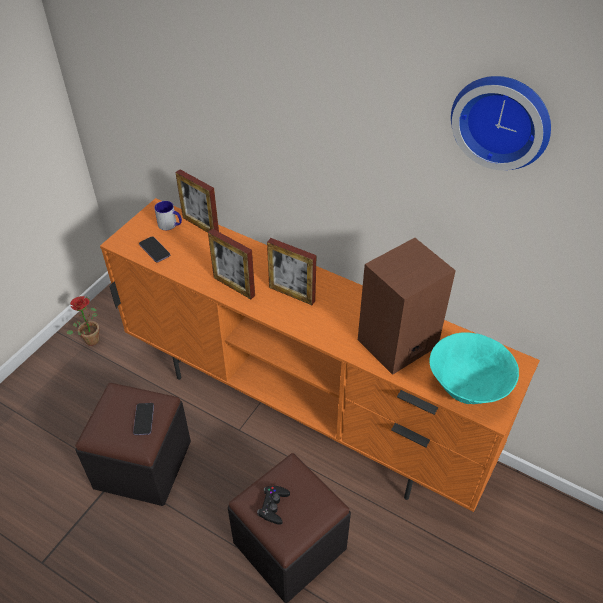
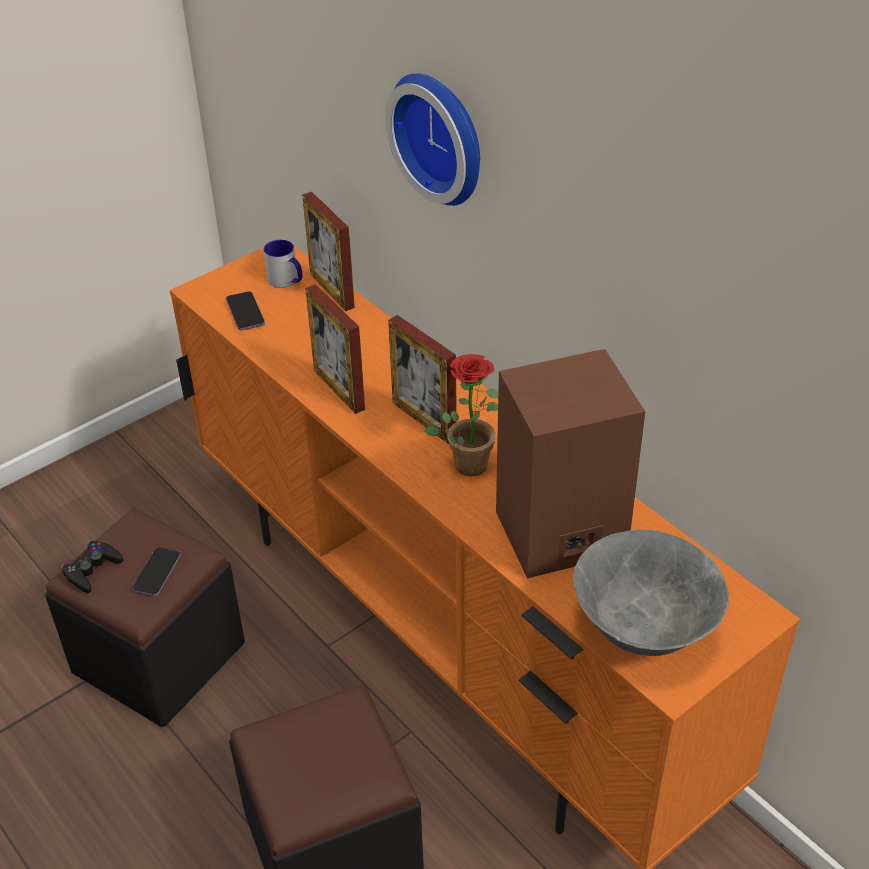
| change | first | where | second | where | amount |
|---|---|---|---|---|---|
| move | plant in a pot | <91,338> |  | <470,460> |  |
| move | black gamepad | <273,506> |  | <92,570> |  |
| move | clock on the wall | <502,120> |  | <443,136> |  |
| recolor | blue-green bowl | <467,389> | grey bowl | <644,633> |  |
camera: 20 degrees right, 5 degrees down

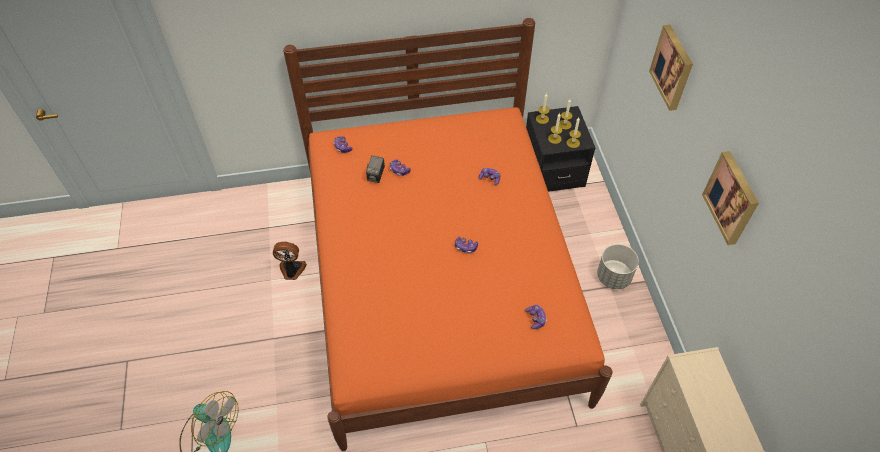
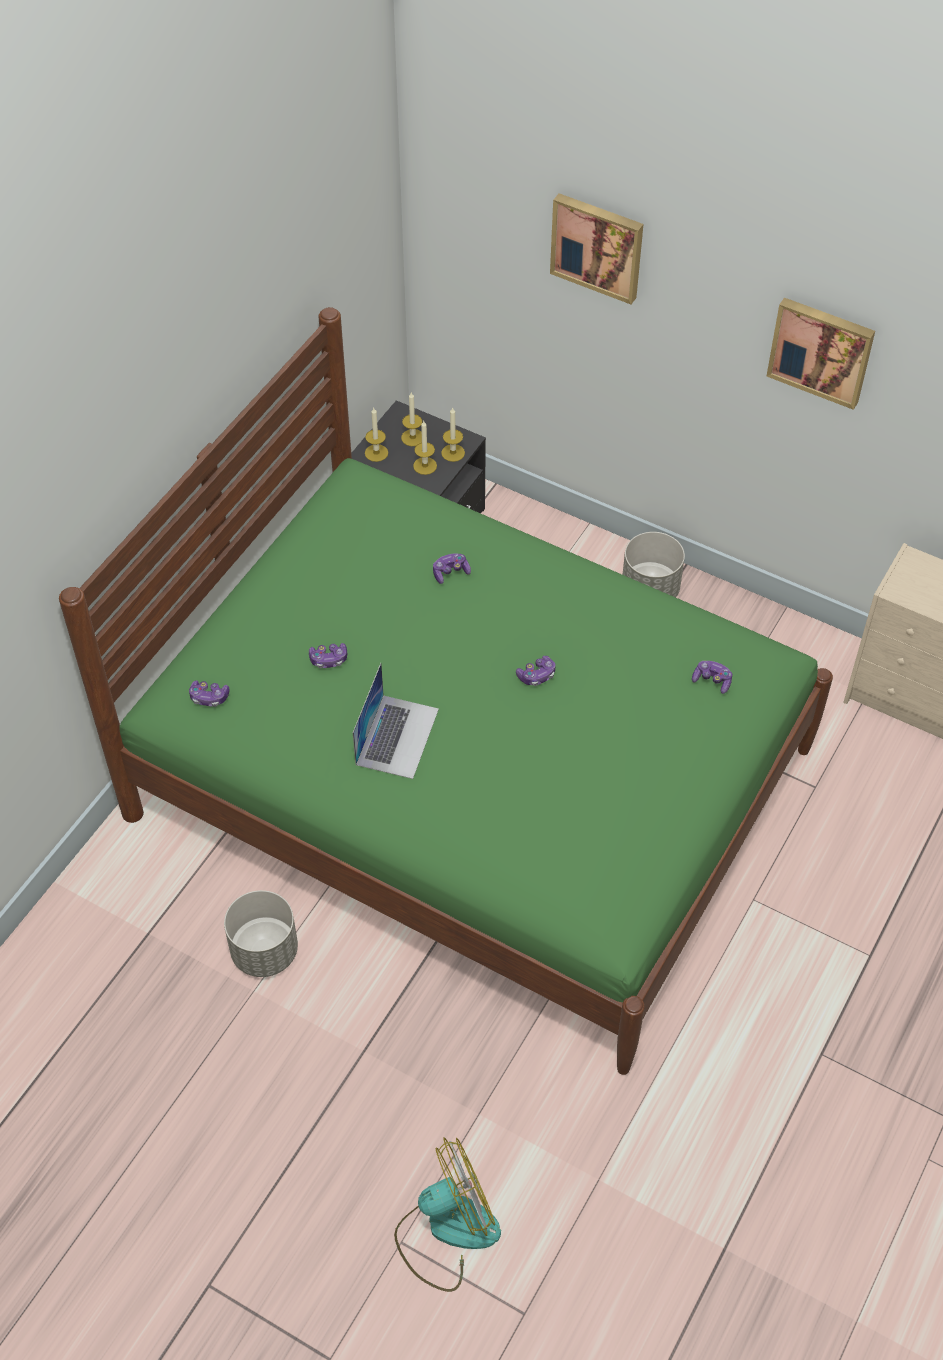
| change | first | where | second | where | amount |
|---|---|---|---|---|---|
| delete | still camera | <376,176> |  |  |  |
| insert |  |  | laptop | <397,736> |  |
| replace | fan | <292,270> | grey plant pot | <264,952> |  |
| recolor | orangey sleeping bed | <439,283> | greenish sleeping bed | <472,783> |  |
camera: 50 degrees left, 0 degrees up

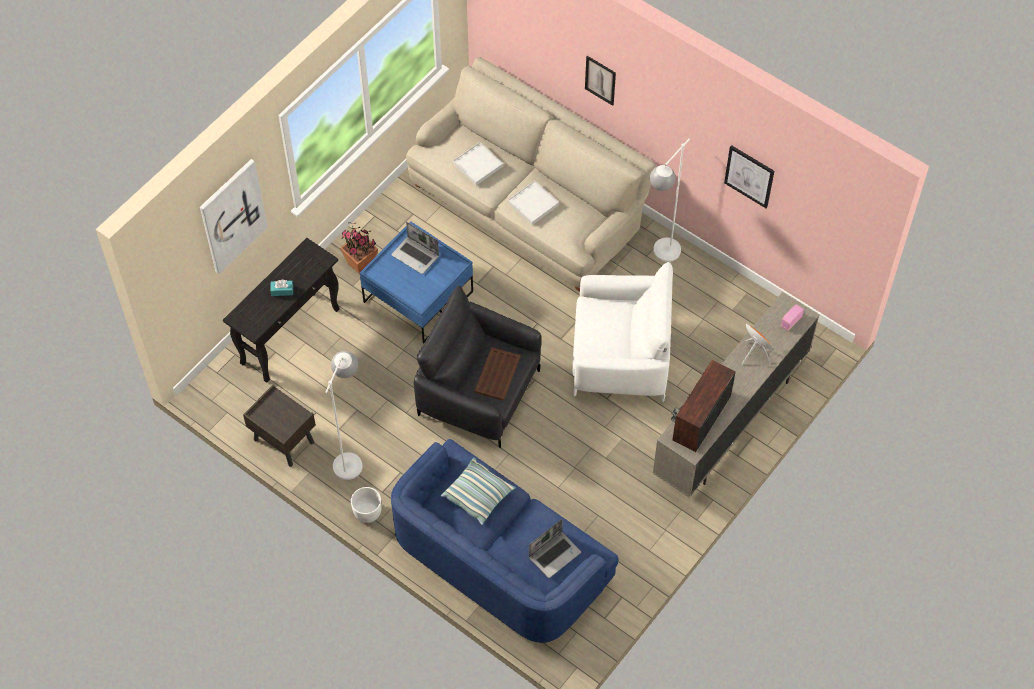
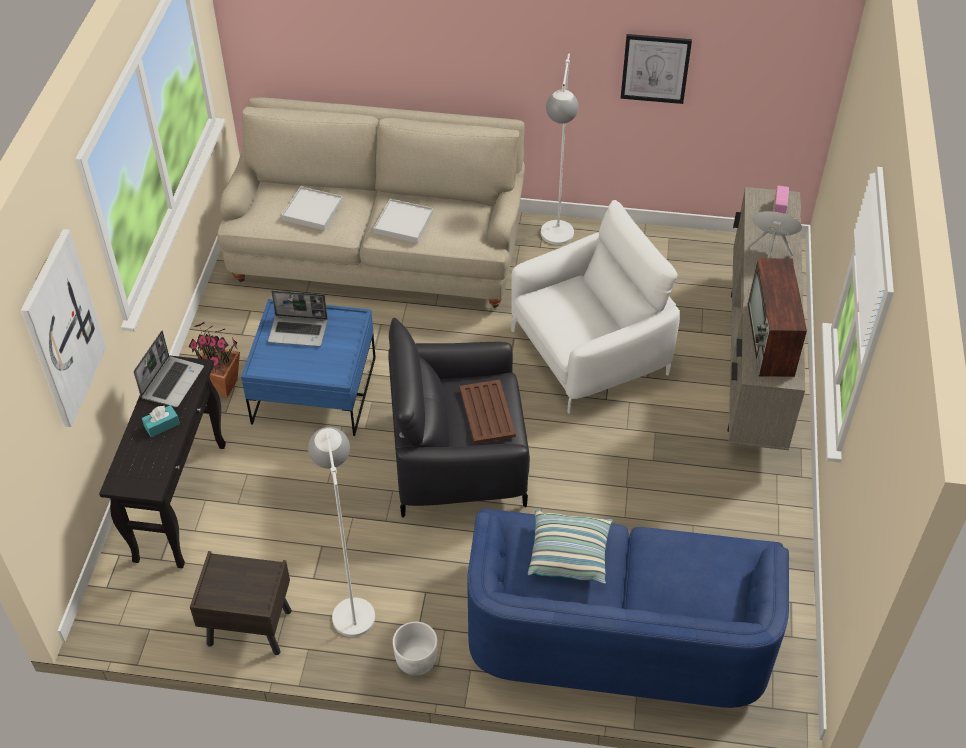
| change | first | where | second | where | amount |
|---|---|---|---|---|---|
| delete | wall art | <600,80> |  |  |  |
| move | laptop | <554,554> |  | <172,382> |  |
camera: 30 degrees left, 10 degrees down

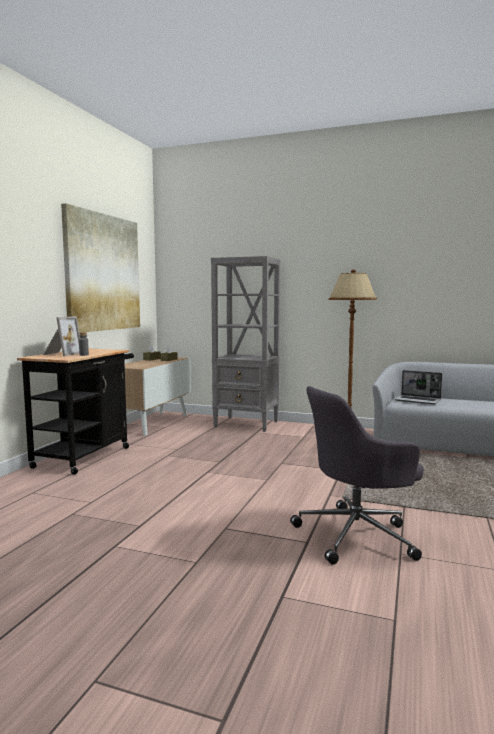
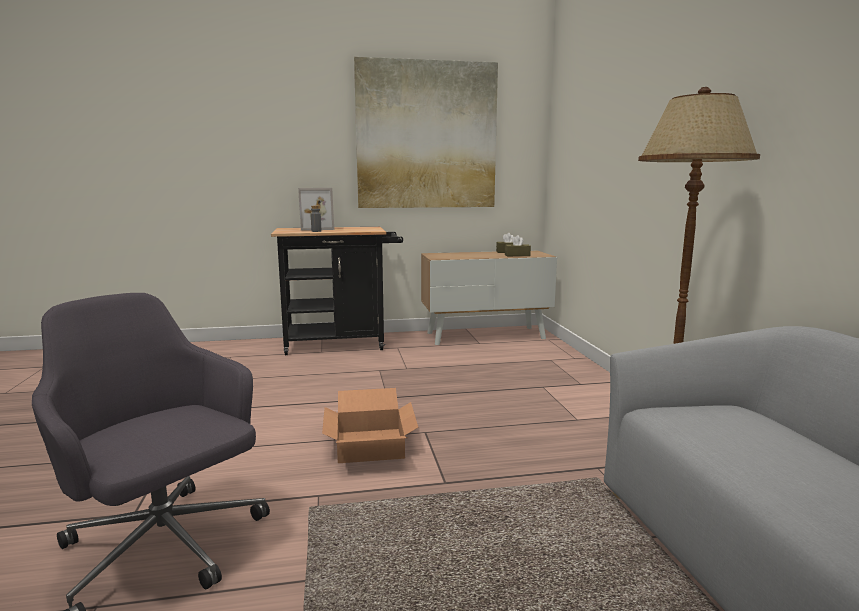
| change | first | where | second | where | amount |
|---|---|---|---|---|---|
| delete | grey bookcase | <247,424> |  |  |  |
| delete | laptop | <418,400> |  |  |  |
| insert |  |  | carton | <371,445> |  |
camera: 60 degrees right, 5 degrees up

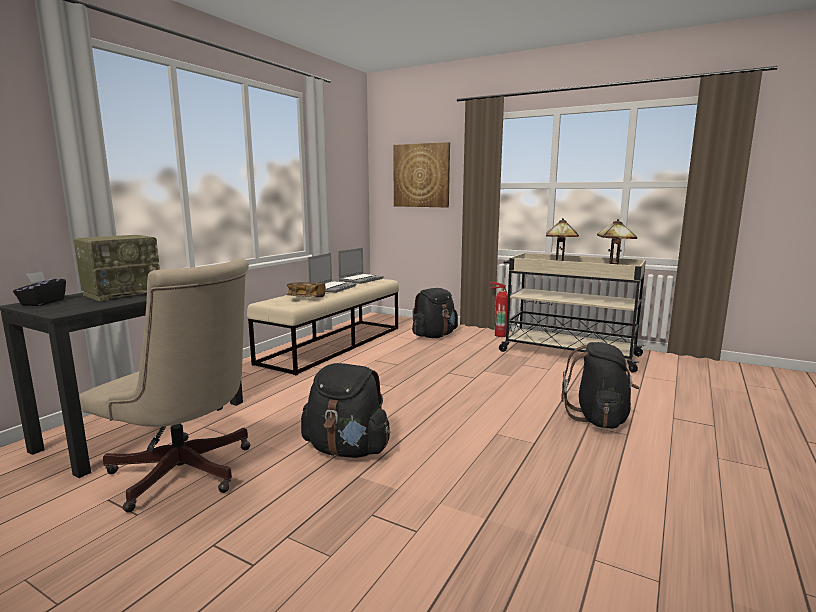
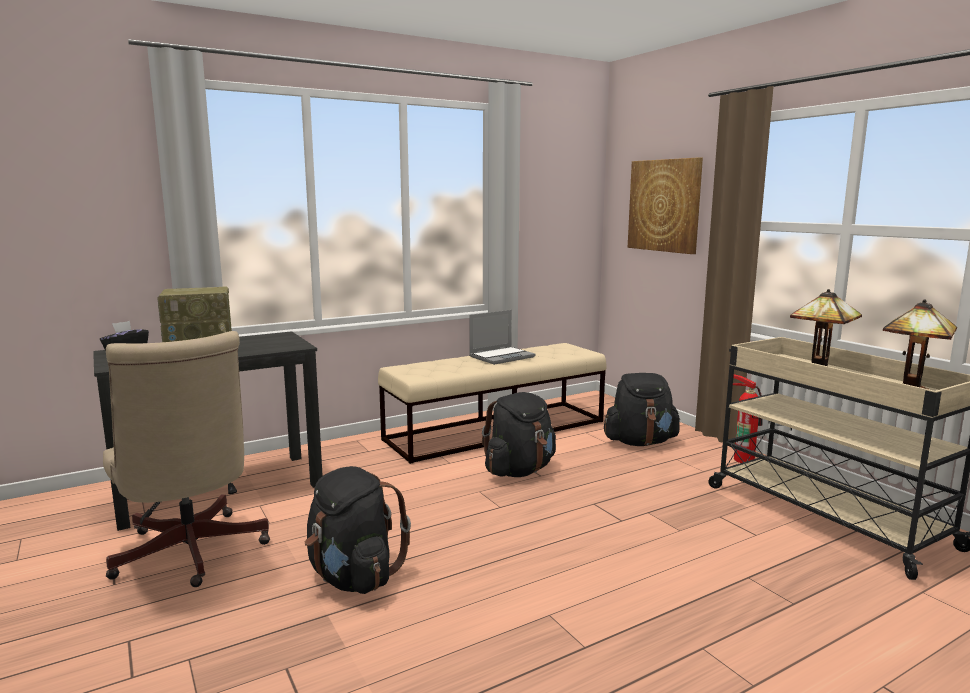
| change | first | where | second | where | amount |
|---|---|---|---|---|---|
| delete | book | <306,298> |  |  |  |
| delete | laptop | <361,279> |  |  |  |
| move | black backpack | <598,419> |  | <519,471> |  |
camera: 30 degrees right, 0 degrees up

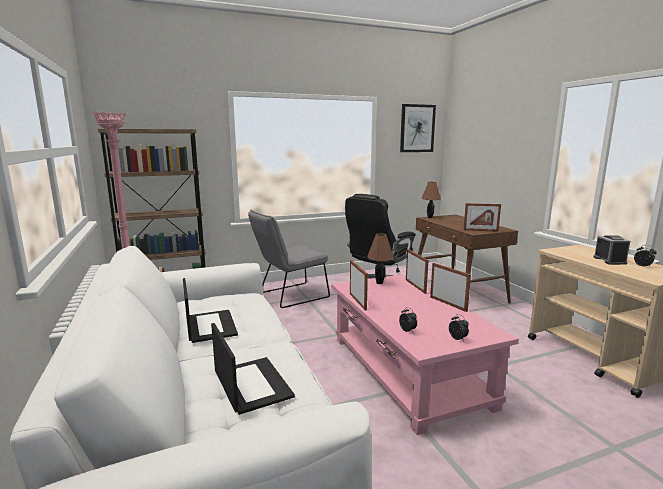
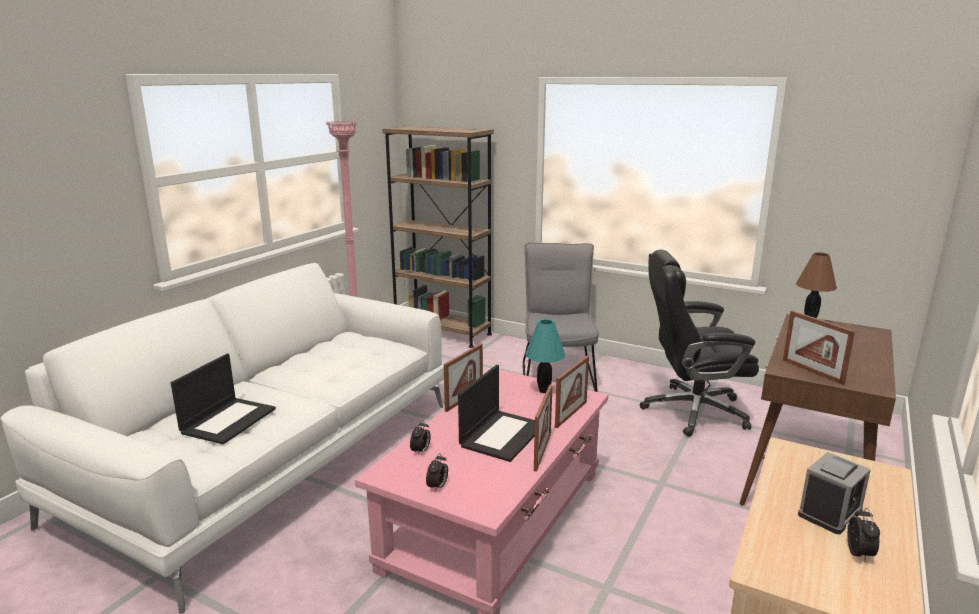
| change | first | where | second | where | amount |
|---|---|---|---|---|---|
| delete | wall art | <417,128> |  |  |  |
| move | laptop | <209,326> |  | <502,435> |  |
| recolor | brown lamp for a table | <379,283> | blue-green lamp for a table | <543,391> |  |
| rotate | grey chair | <289,296> |  | <557,374> | 75 degrees clockwise |
camera: 50 degrees right, 5 degrees up

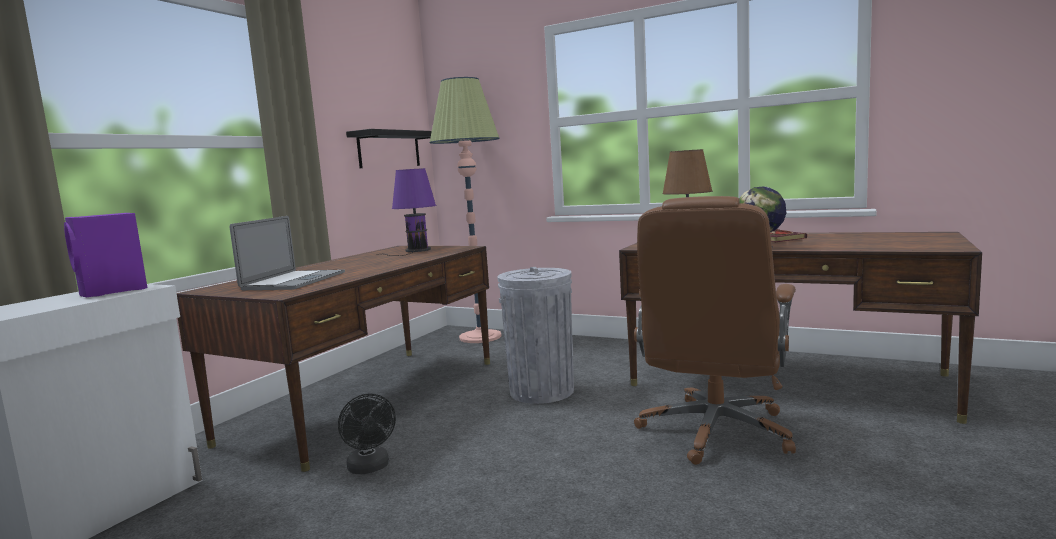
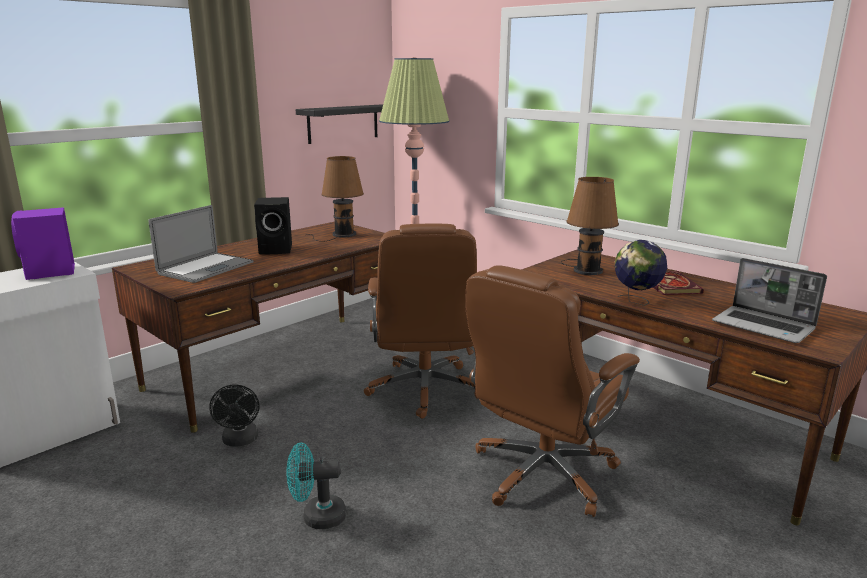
| change | first | where | second | where | amount |
|---|---|---|---|---|---|
| insert |  |  | black audio speaker | <277,249> |  |
| insert |  |  | blue-green fan | <317,517> |  |
| insert |  |  | laptop | <764,326> |  |
| replace | grey waste bin | <541,391> | brown desk chair | <425,389> |  |
| recolor | purple lamp for a table | <415,251> | brown lamp for a table | <341,235> |  |
camera: 15 degrees right, 10 degrees up

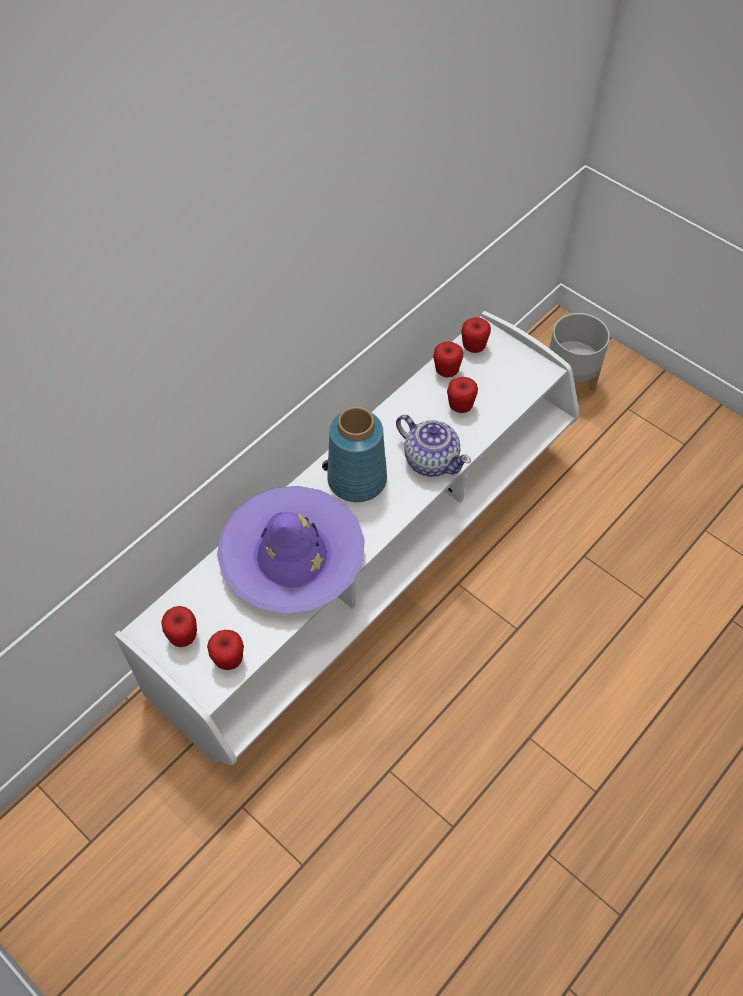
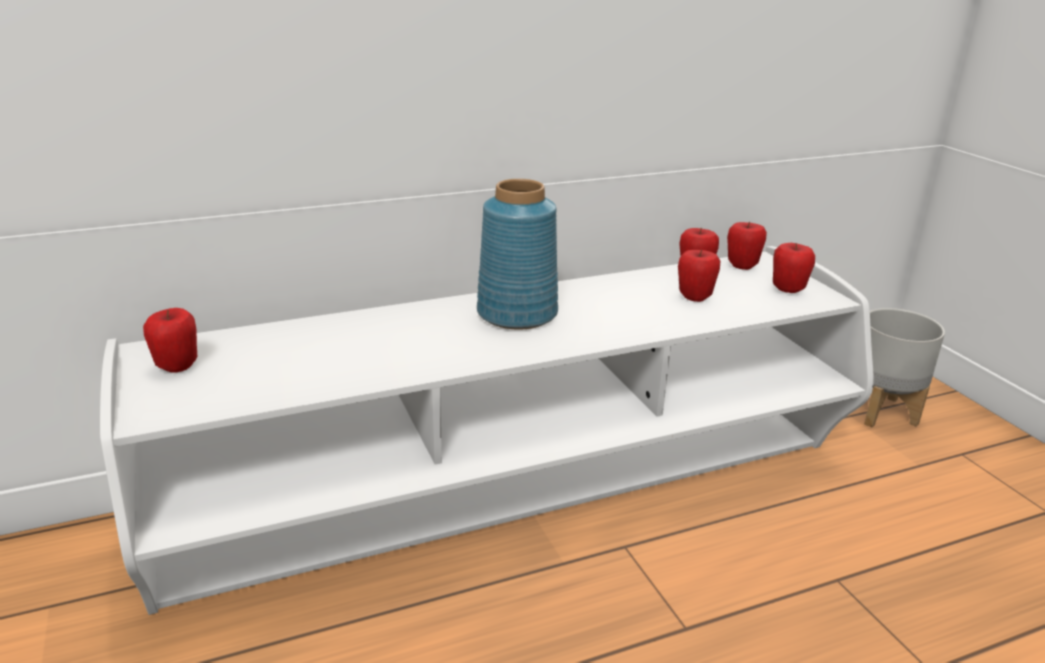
| change | first | where | second | where | amount |
|---|---|---|---|---|---|
| delete | purple clothing hat | <292,557> |  |  |  |
| delete | pot for tea | <431,460> |  |  |  |
| move | apple fruit | <229,660> |  | <788,290> |  |
camera: 25 degrees right, 30 degrees down

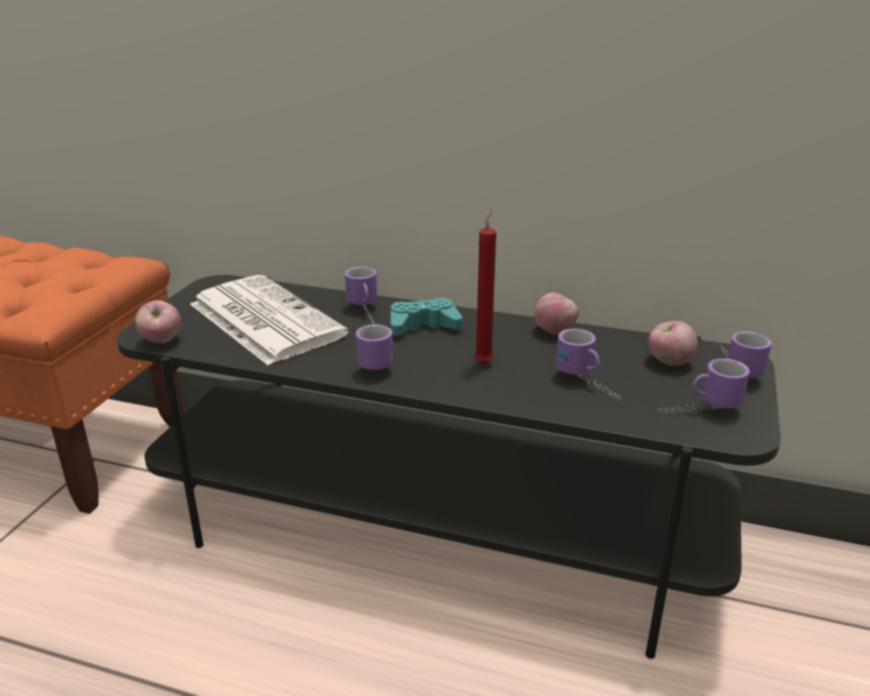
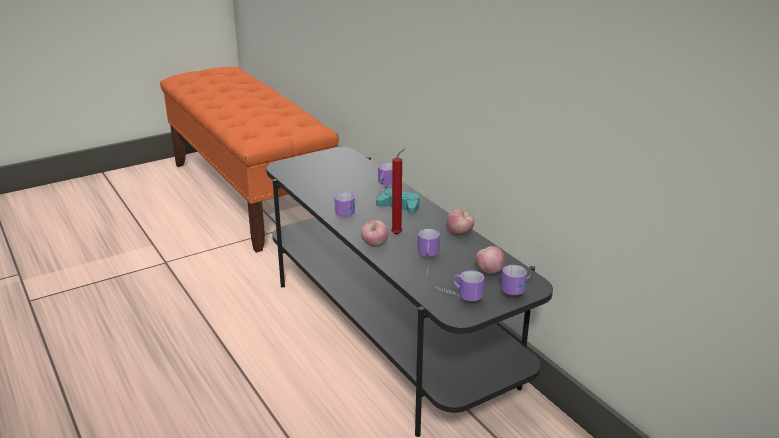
| change | first | where | second | where | amount |
|---|---|---|---|---|---|
| delete | daily paper | <263,319> |  |  |  |
| move | apple fruit | <162,341> |  | <375,245> |  |
camera: 40 degrees right, 0 degrees up

